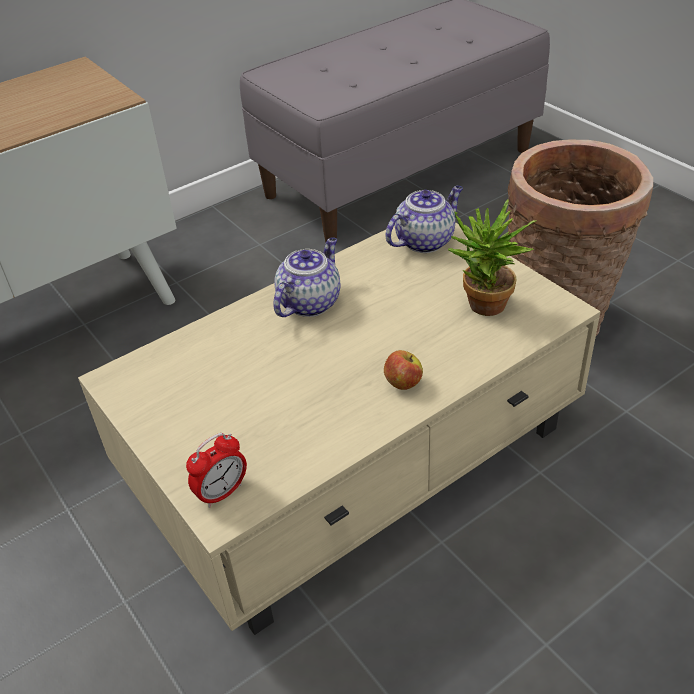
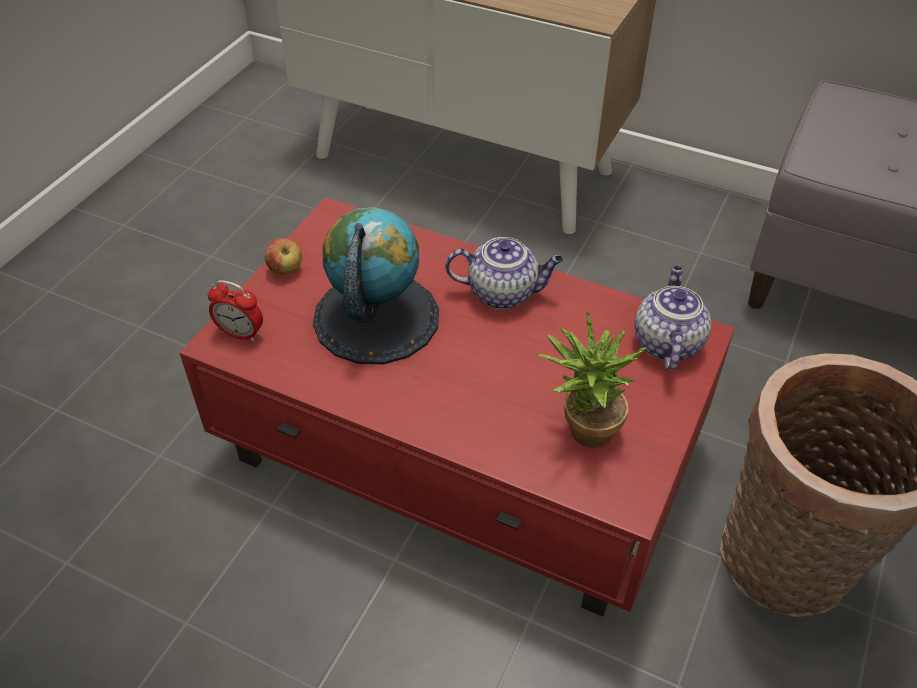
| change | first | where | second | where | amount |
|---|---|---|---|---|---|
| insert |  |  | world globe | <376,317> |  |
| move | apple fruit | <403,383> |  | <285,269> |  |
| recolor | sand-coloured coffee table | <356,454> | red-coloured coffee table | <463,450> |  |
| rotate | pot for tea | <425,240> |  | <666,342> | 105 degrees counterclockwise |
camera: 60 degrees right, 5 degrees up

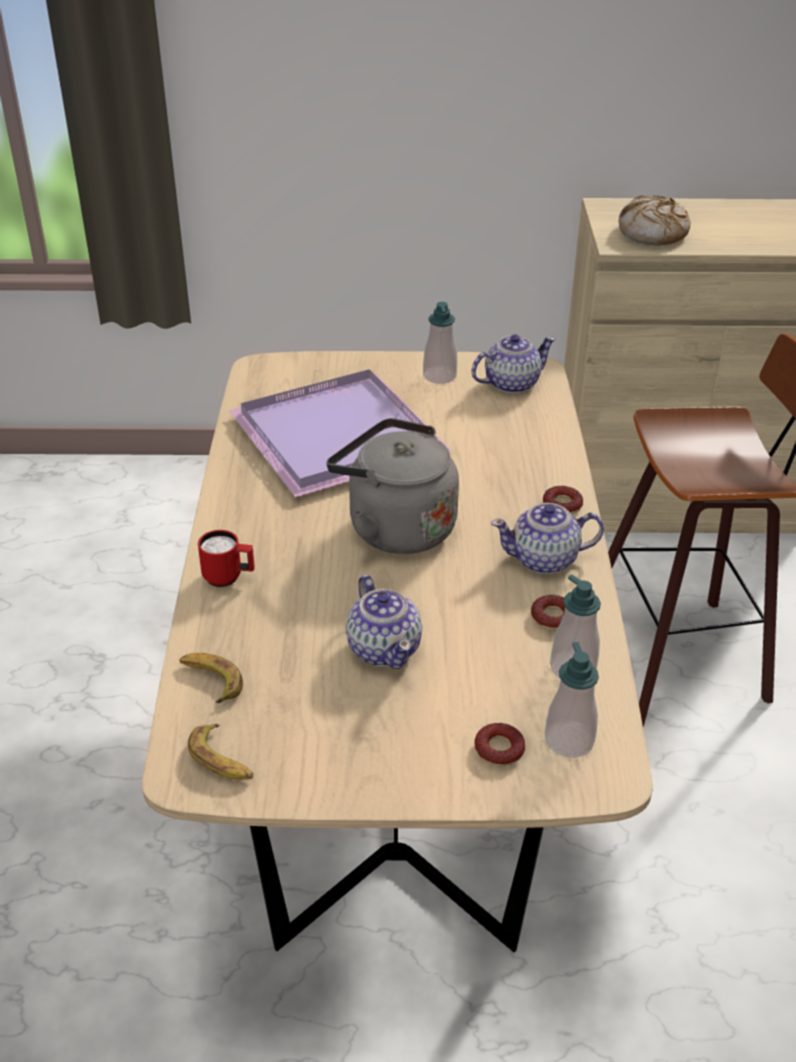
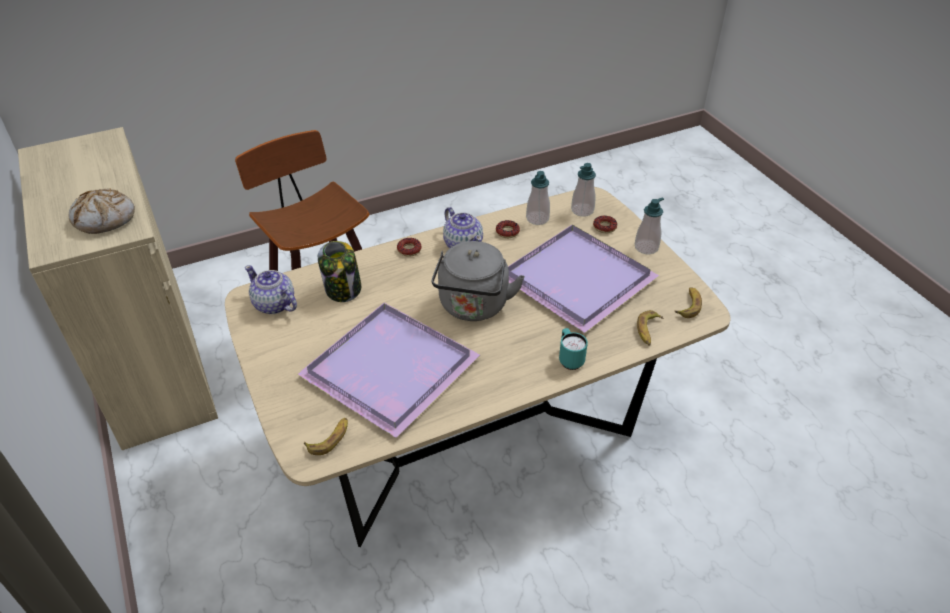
| change | first | where | second | where | amount |
|---|---|---|---|---|---|
| insert |  |  | banana | <329,439> |  |
| insert |  |  | preserve jar | <343,289> |  |
| move | liquid soap bottle | <439,376> |  | <646,247> |  |
| replace | pot for tea | <384,648> | purple tray | <573,279> |  |
| recolor | red-coloured mug | <229,578> | blue-green mug | <569,359> |  |
camera: 115 degrees left, 5 degrees up

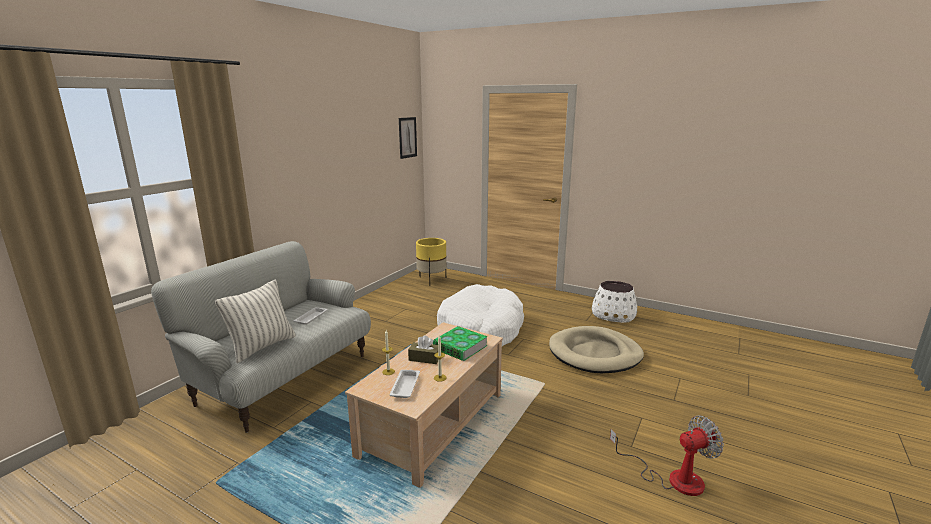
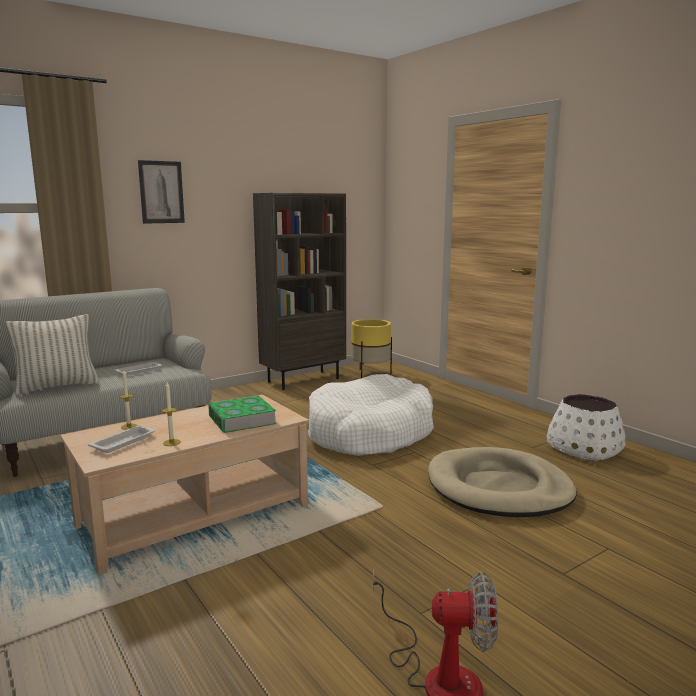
| change | first | where | second | where | amount |
|---|---|---|---|---|---|
| delete | brown tissue holder | <425,358> |  |  |  |
| insert |  |  | brown bookcase | <303,380> |  |
| move | wall art | <407,137> |  | <161,192> |  |
camera: 25 degrees right, 5 degrees down

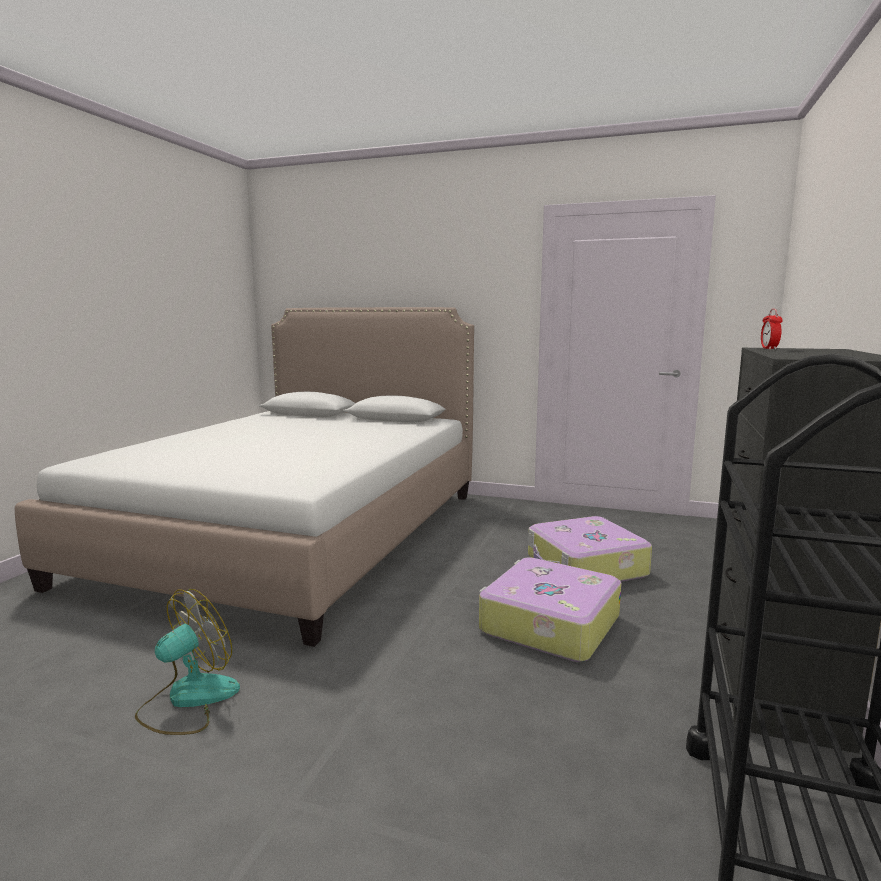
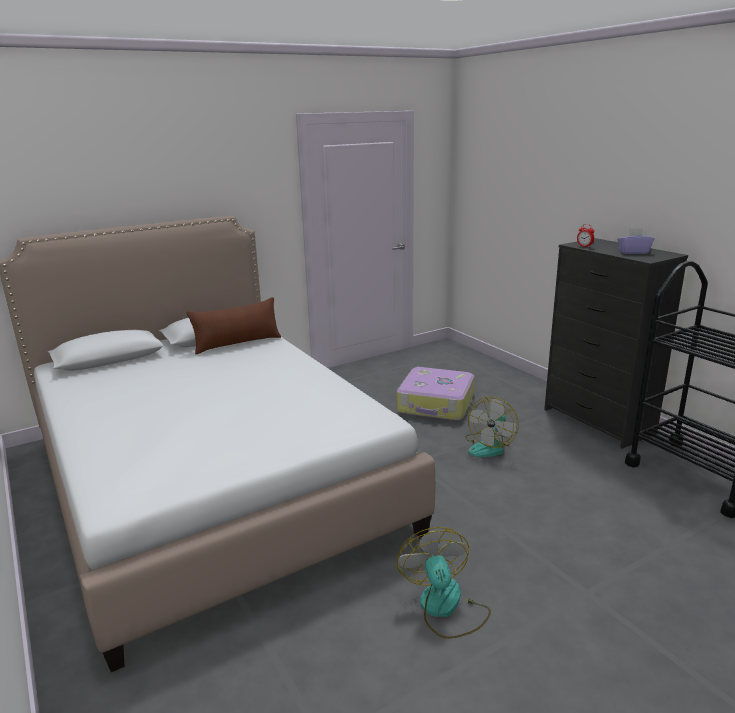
| change | first | where | second | where | amount |
|---|---|---|---|---|---|
| insert |  |  | brown cushion | <237,344> |  |
| insert |  |  | purple tissue holder | <633,252> |  |
| replace | suitcase | <548,624> | fan | <489,446> |  |
camera: 50 degrees left, 10 degrees up

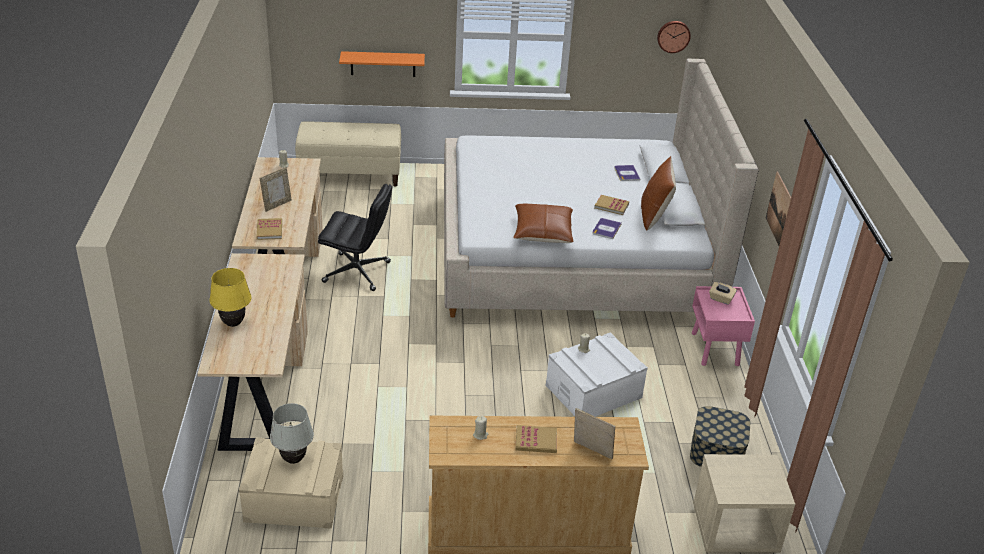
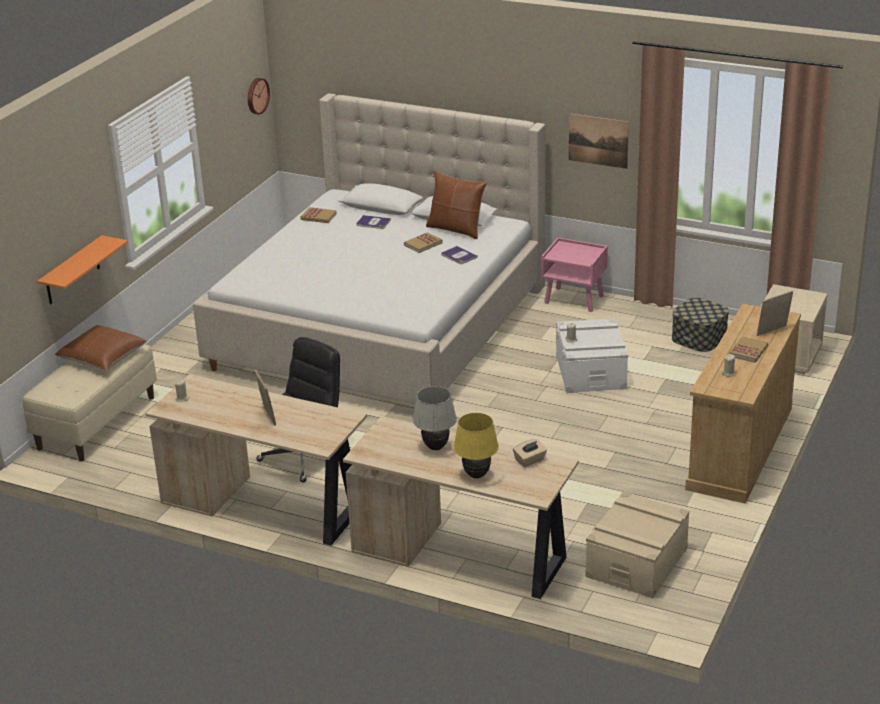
| change | first | where | second | where | amount |
|---|---|---|---|---|---|
| move | book | <269,230> |  | <318,217> |  |
| move | white-coloured lamp for a table | <294,459> |  | <435,447> |  |
| move | brown cushion | <542,232> |  | <102,357> |  |
| move | sand-coloured tissue holder | <721,299> |  | <530,460> |  |
camera: 60 degrees left, 5 degrees down

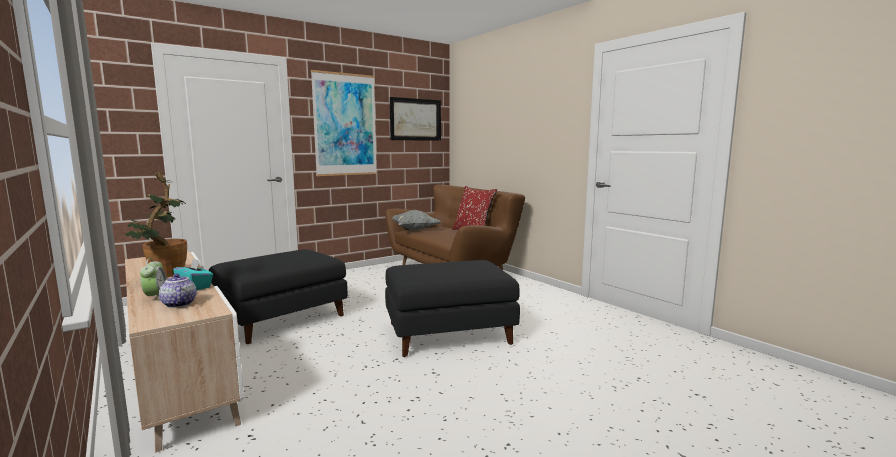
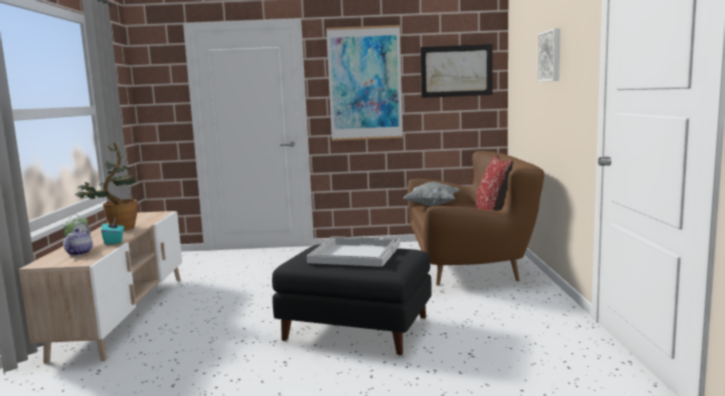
| change | first | where | second | where | amount |
|---|---|---|---|---|---|
| delete | black ottoman | <282,318> |  |  |  |
| insert |  |  | white-coloured tray | <354,253> |  |
| insert |  |  | wall art | <551,56> |  |
camera: 35 degrees right, 0 degrees up

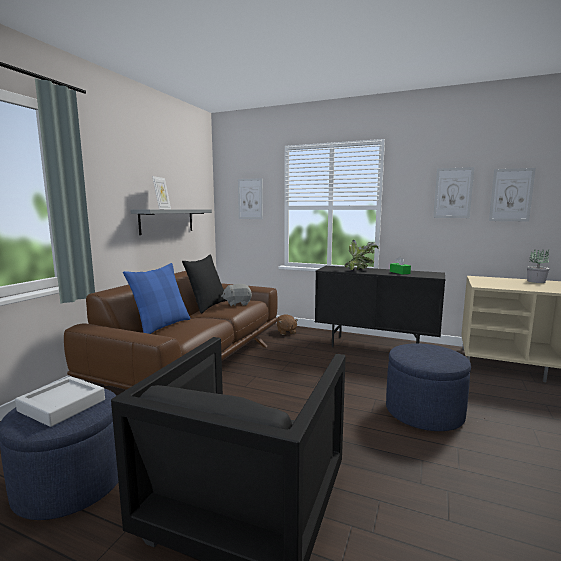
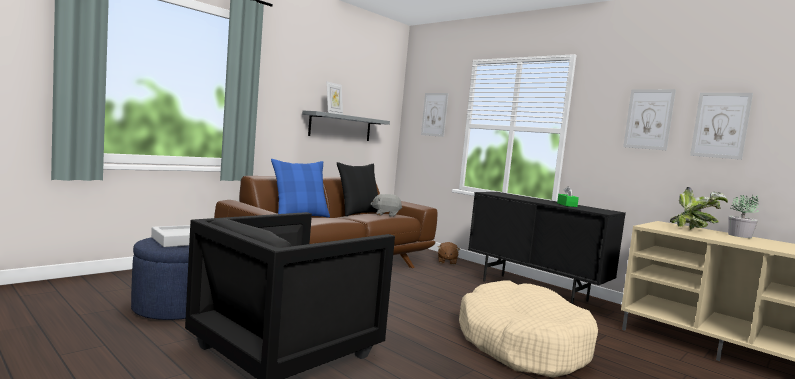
| change | first | where | second | where | amount |
|---|---|---|---|---|---|
| move | plant in a pot | <359,270> |  | <693,230> |  |
| replace | blue-coloured ottoman | <424,412> | sand-coloured dog bed | <521,344> |  |
camera: 20 degrees right, 5 degrees down

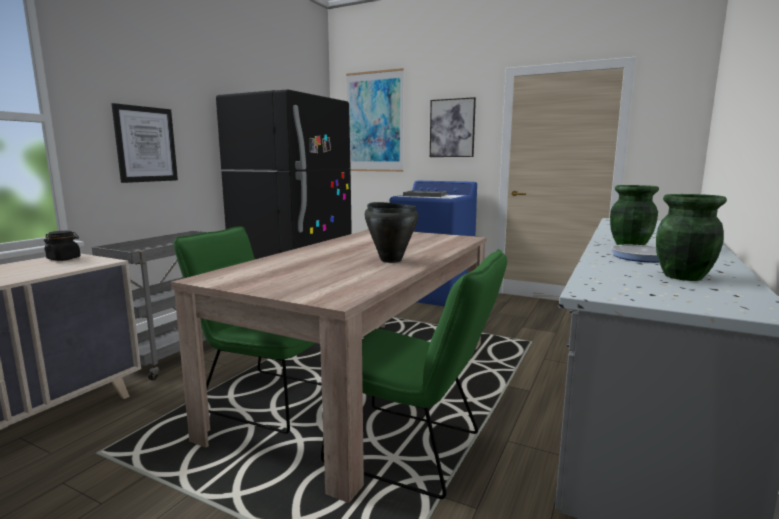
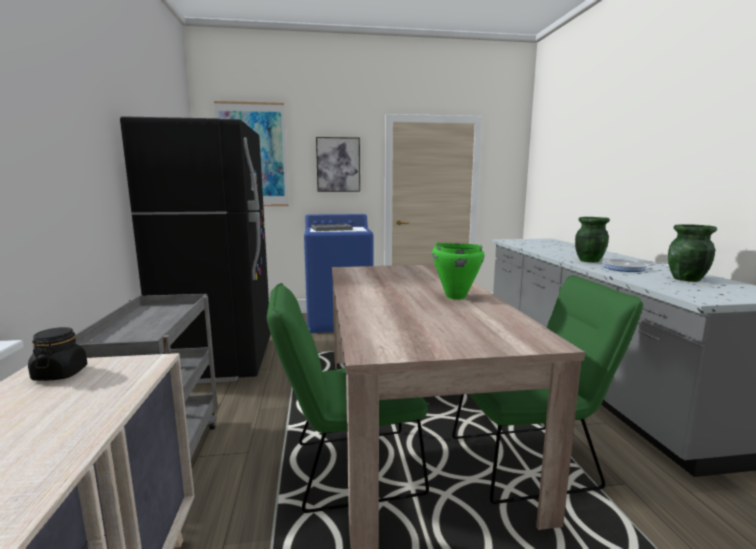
| change | first | where | second | where | amount |
|---|---|---|---|---|---|
| delete | wall art | <146,144> |  |  |  |
| recolor | black saucepot | <391,260> | greenish saucepot | <455,296> |  |
camera: 35 degrees left, 0 degrees up

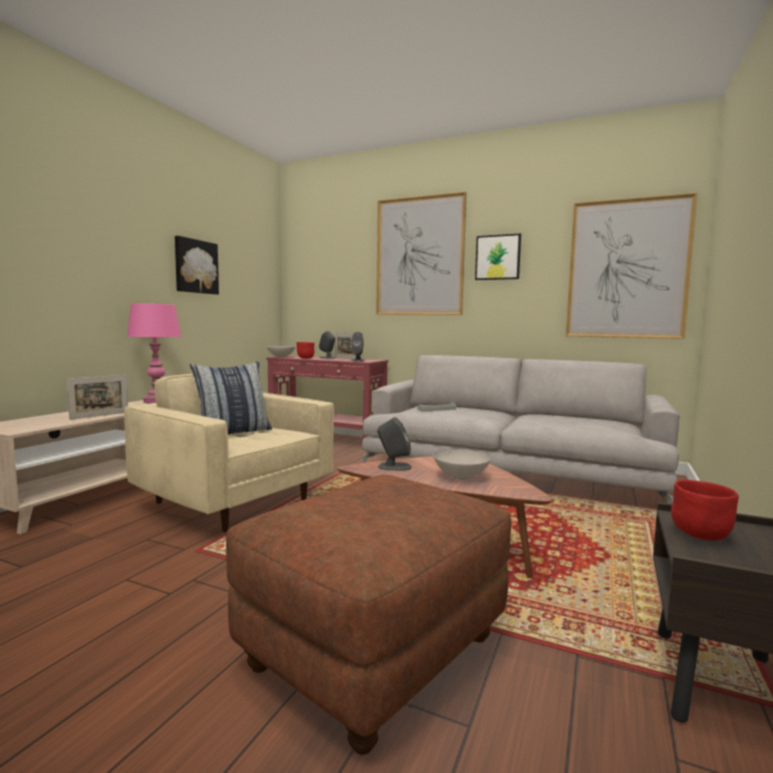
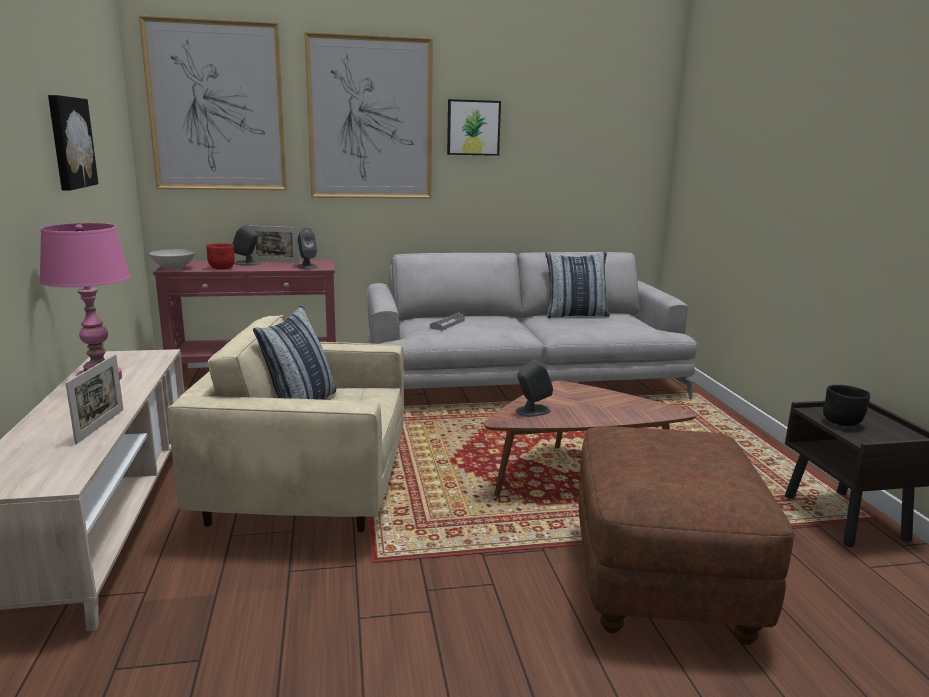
| change | first | where | second | where | amount |
|---|---|---|---|---|---|
| delete | white-coloured bowl | <461,477> |  |  |  |
| insert |  |  | cushion | <575,315> |  |
| move | wall art | <627,269> |  | <217,107> |  |
| recolor | red-coloured bowl | <700,535> | black bowl | <842,423> |  |
camera: 35 degrees left, 10 degrees up

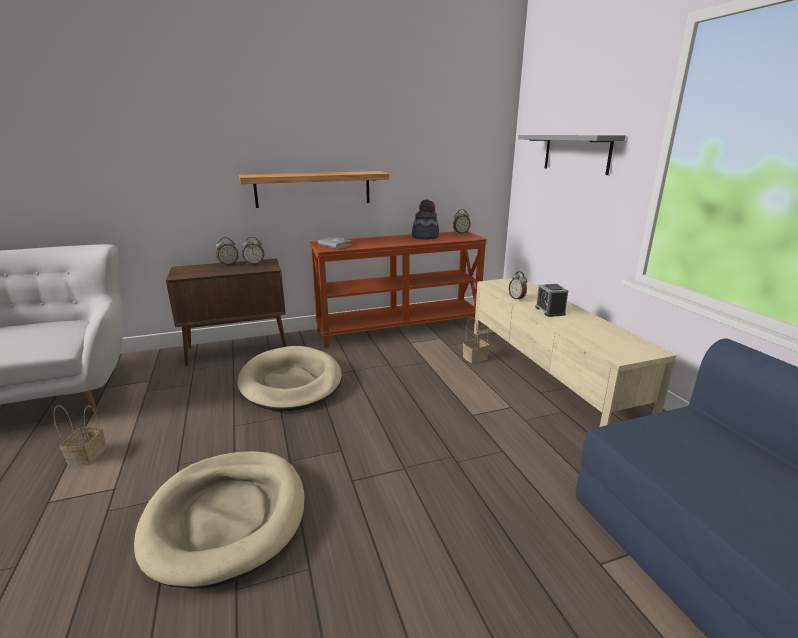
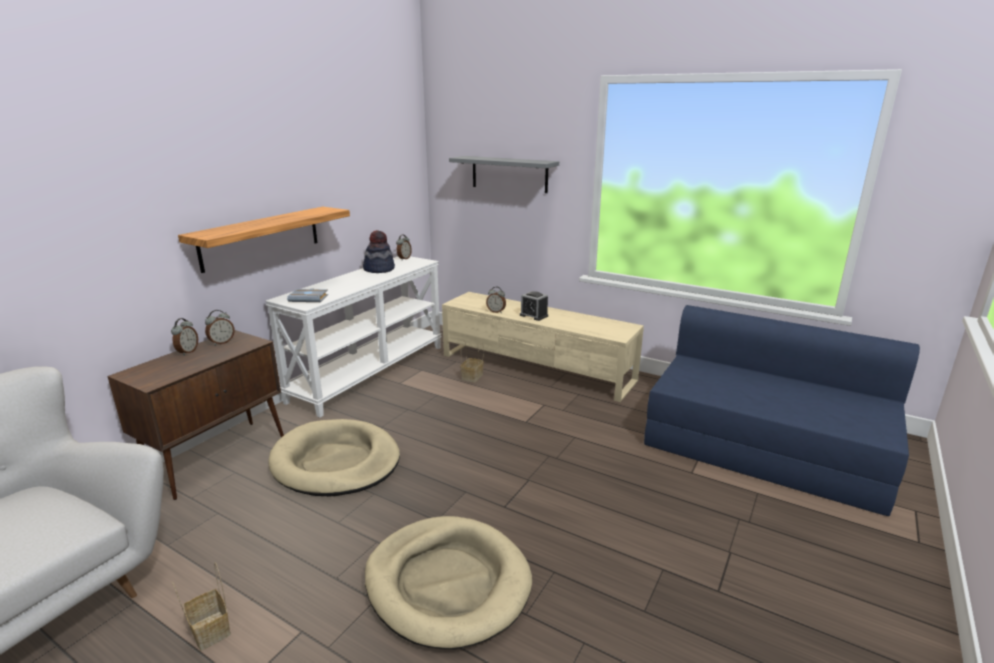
| change | first | where | second | where | amount |
|---|---|---|---|---|---|
| recolor | brown console table | <399,327> | white-coloured console table | <369,372> |  |
camera: 40 degrees left, 0 degrees up

